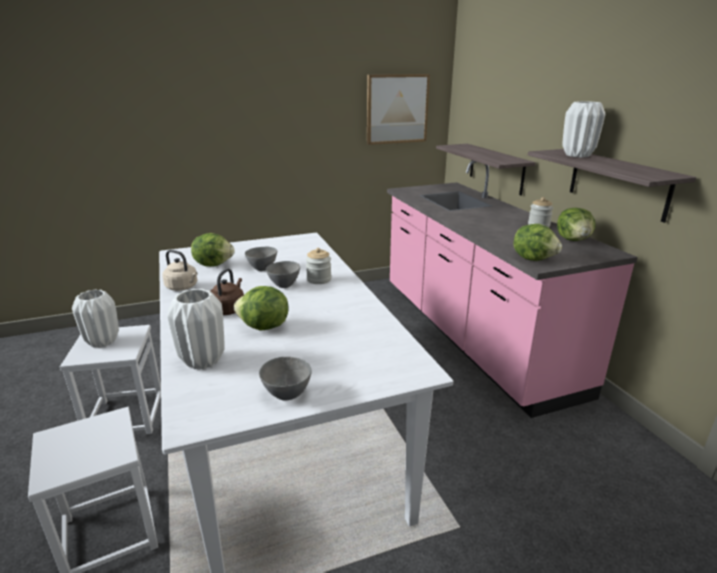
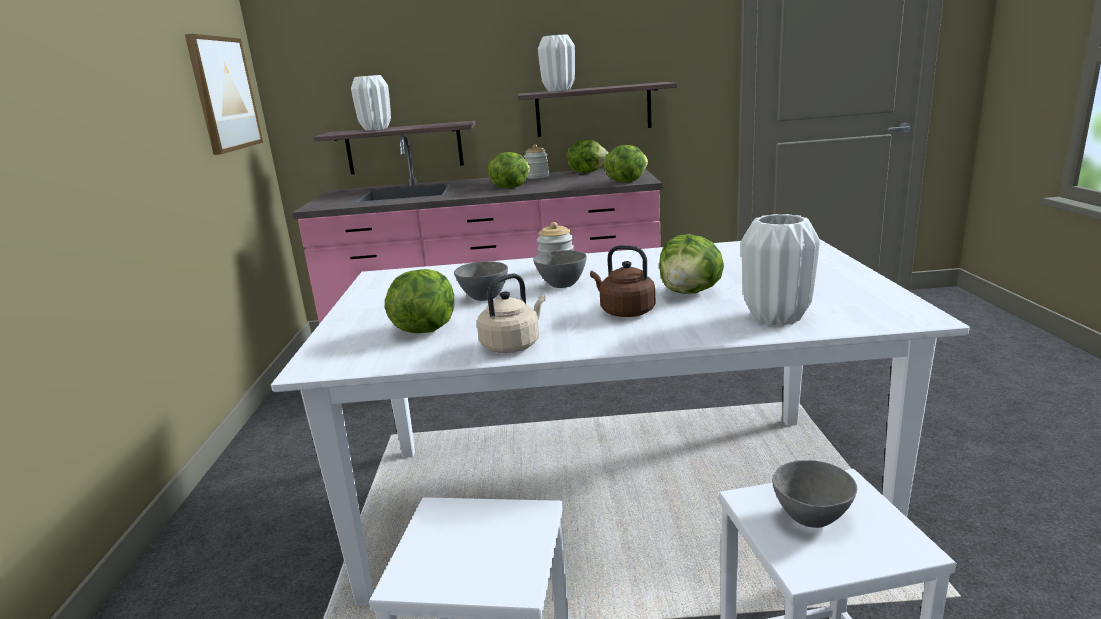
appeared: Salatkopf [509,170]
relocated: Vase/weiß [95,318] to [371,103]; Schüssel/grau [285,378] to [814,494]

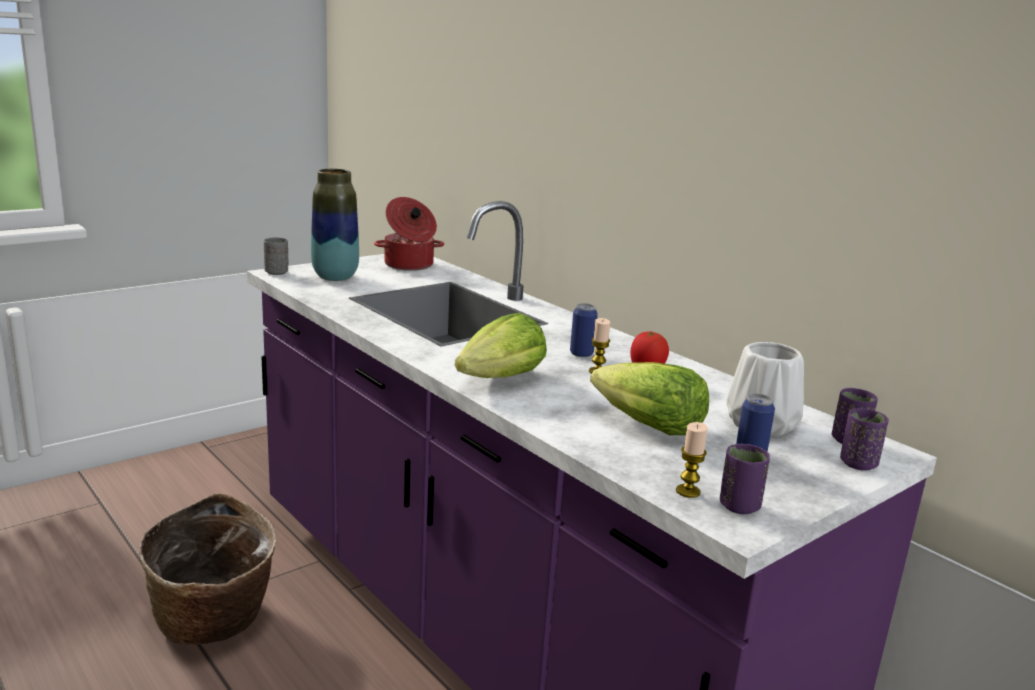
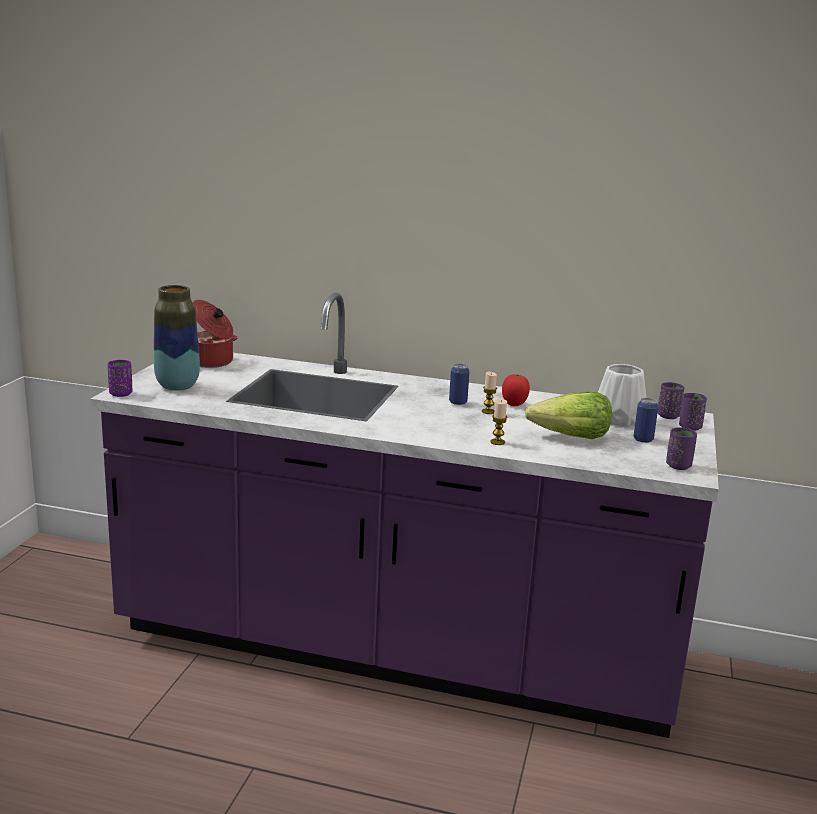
missing: Korb [207,569]; Salatkopf [501,345]
relocated: Kerze [692,460] to [498,422]
colour: Tasse/grau [276,256] to Tasse/lila [120,378]

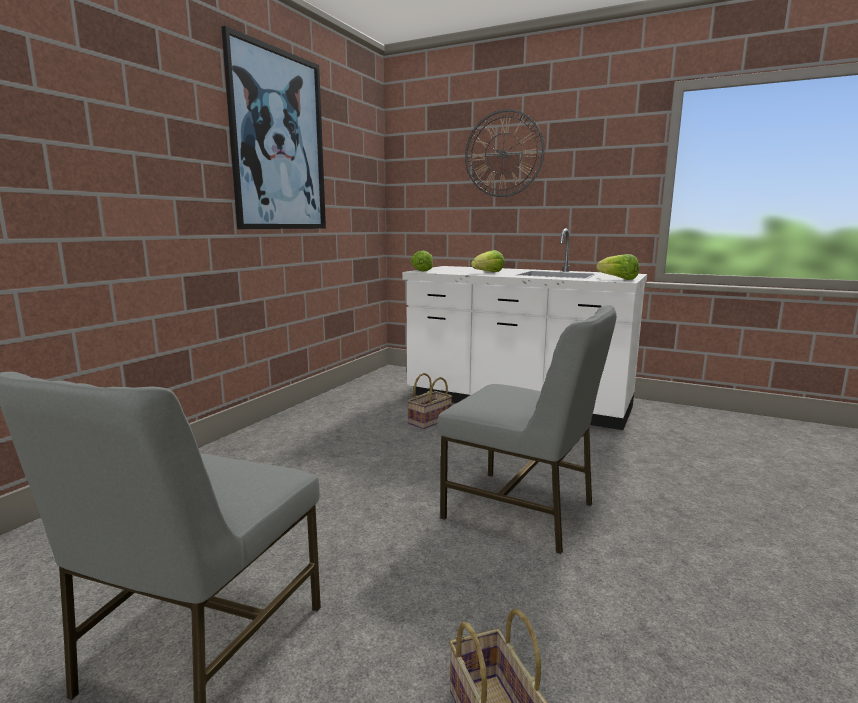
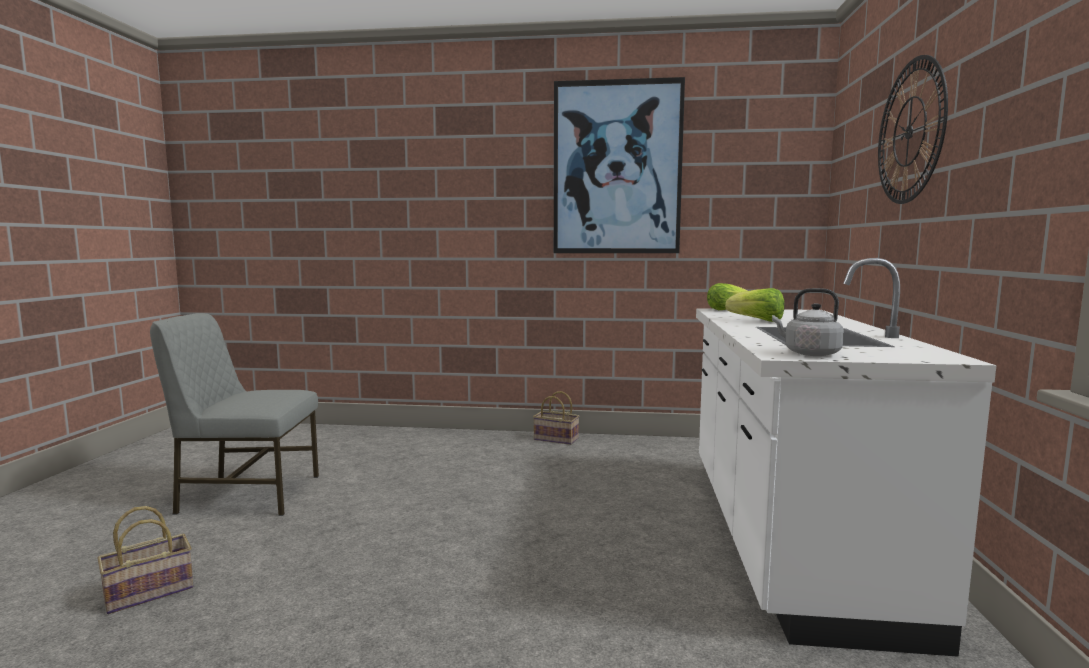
missing: Stuhl/grau [526,429]
relocated: Korb [429,401] to [556,418]
exchanged: Salatkopf [617,267] to Wasserkessel/grau [808,322]

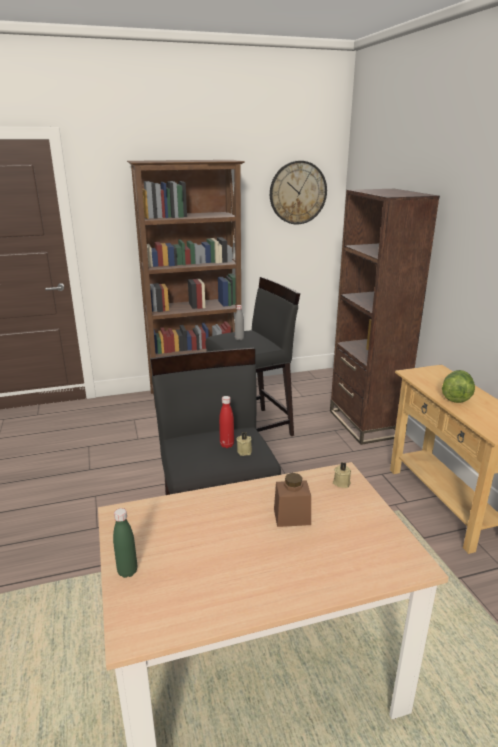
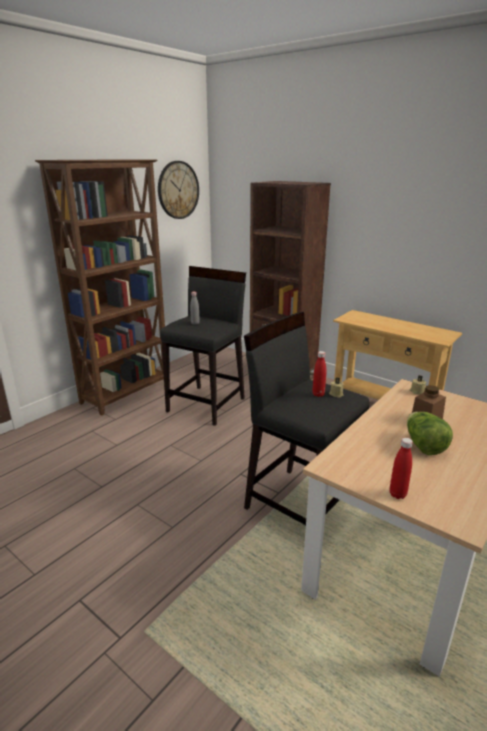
relocated: Salatkopf [458,386] to [430,433]
colour: Flasche/grün [125,543] to Flasche/rot [401,468]

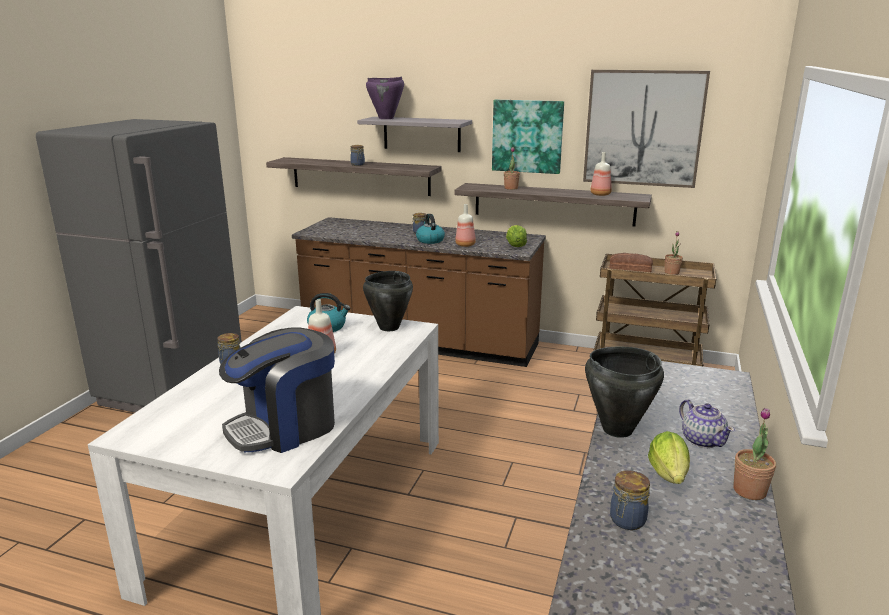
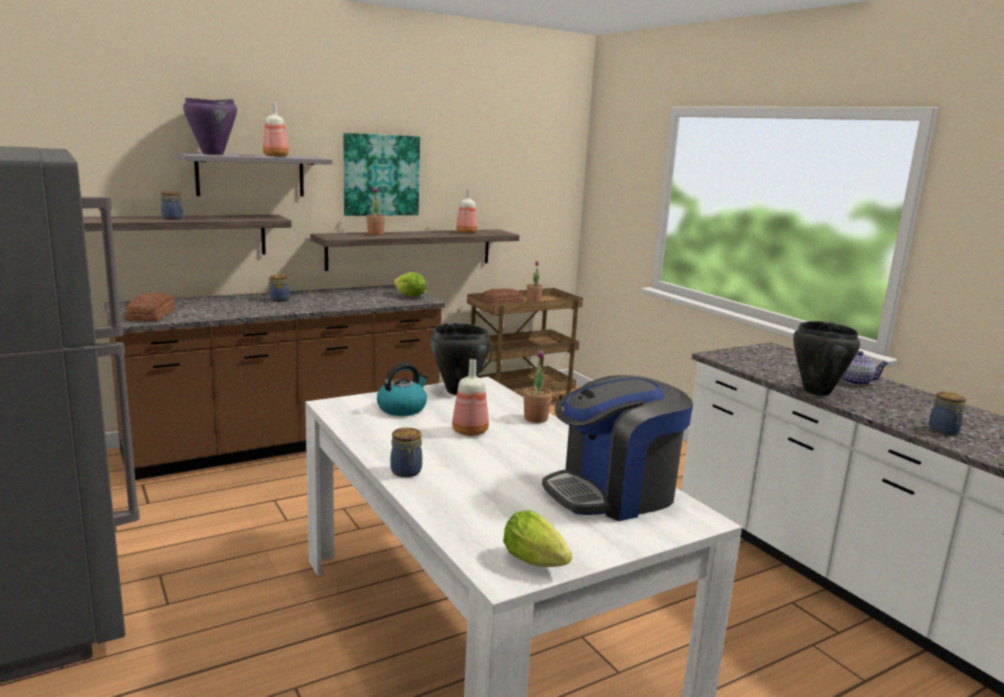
missing: Wasserkessel [430,229]; Bild [646,129]
appeared: Brot [150,307]
relocated: Flasche [465,225] to [276,129]; Salatkopf [669,457] to [537,538]; Topfpflanze [754,454] to [537,386]
spun: Kaffeemaschine [277,390] = [617,448] 60 degrees clockwise

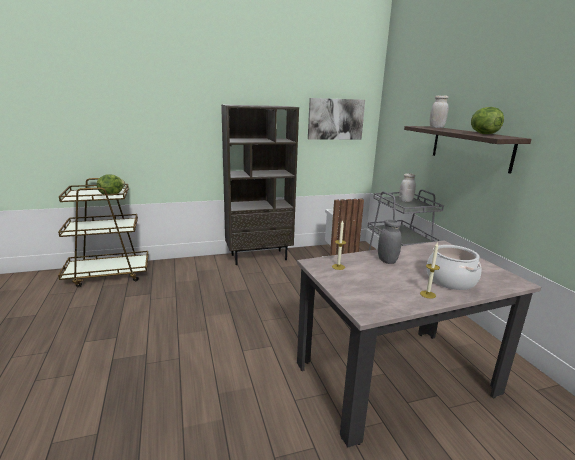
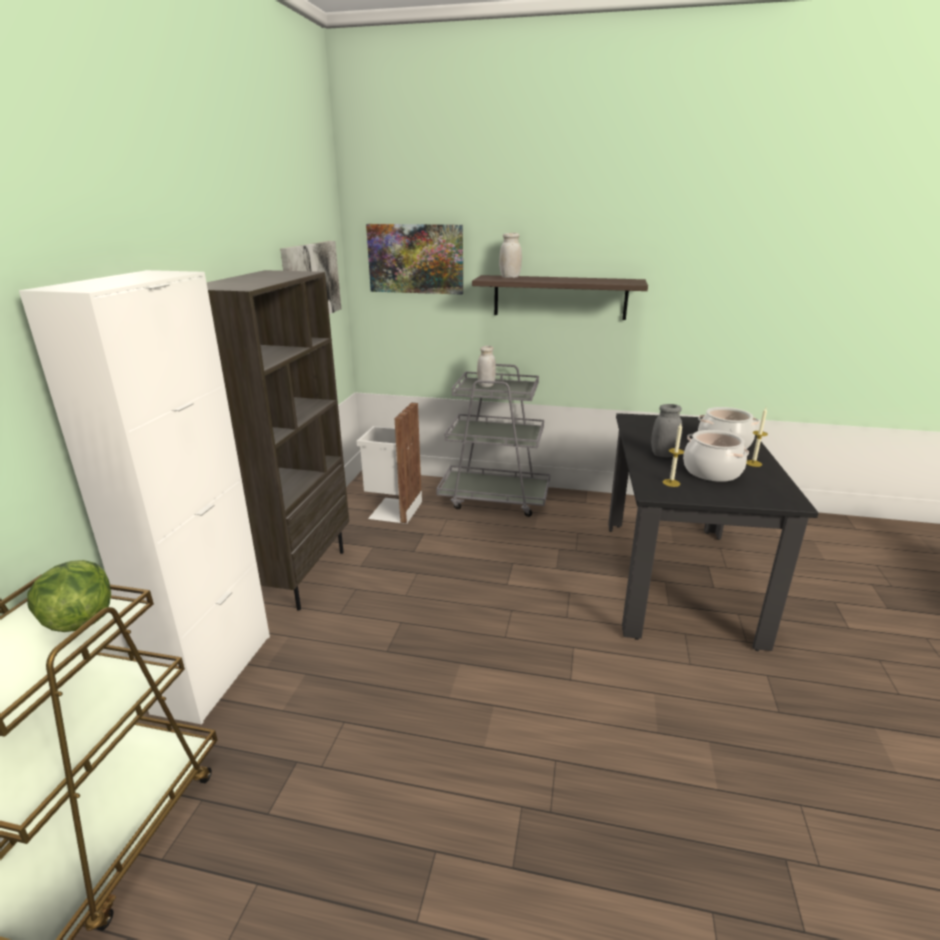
missing: Salatkopf [487,120]
appeared: Schrank/weiß [144,497]; Bild [414,259]; Kochtopf [716,456]
colour: Esstisch/beige [419,344] to Esstisch/schwarz [713,532]

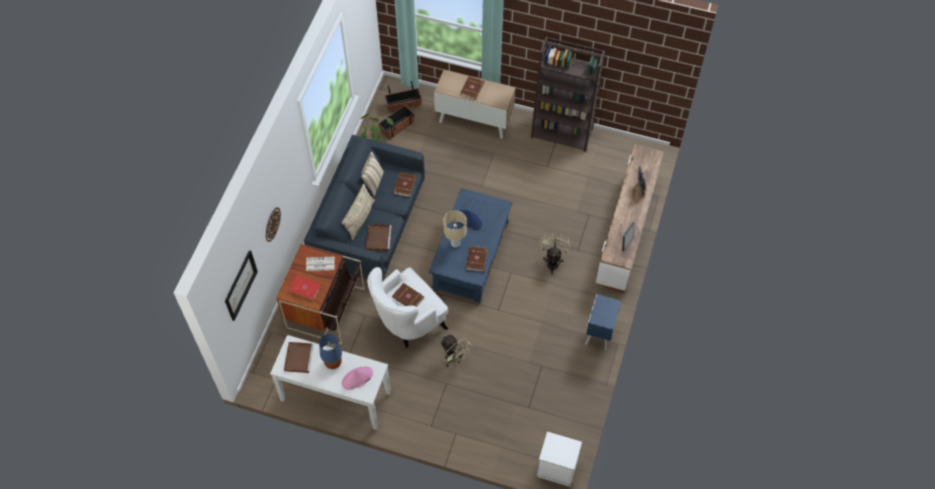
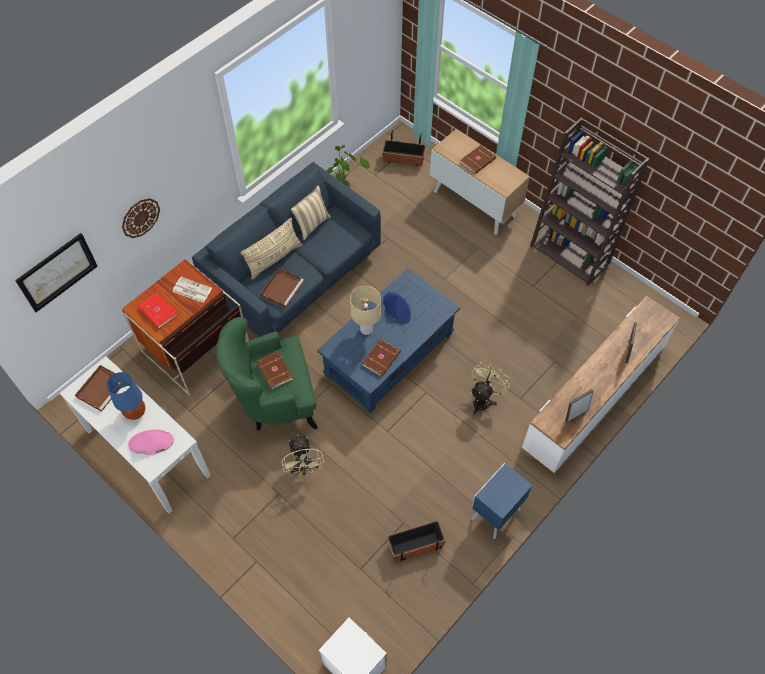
missing: Buch/braun [404,184]
relocated: Pflanzkübel [396,122] to [416,541]
colour: Sessel/weiß [408,307] to Sessel/grün [267,374]

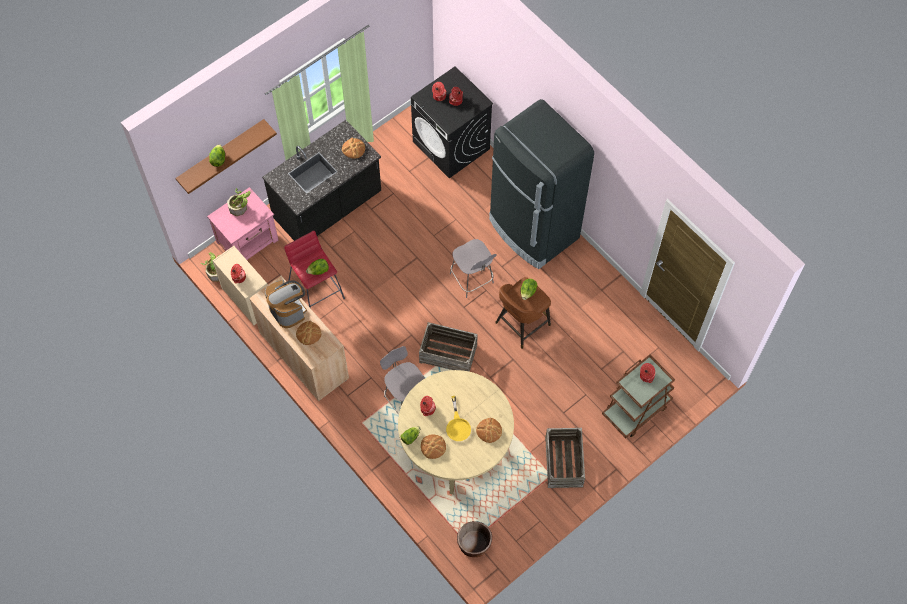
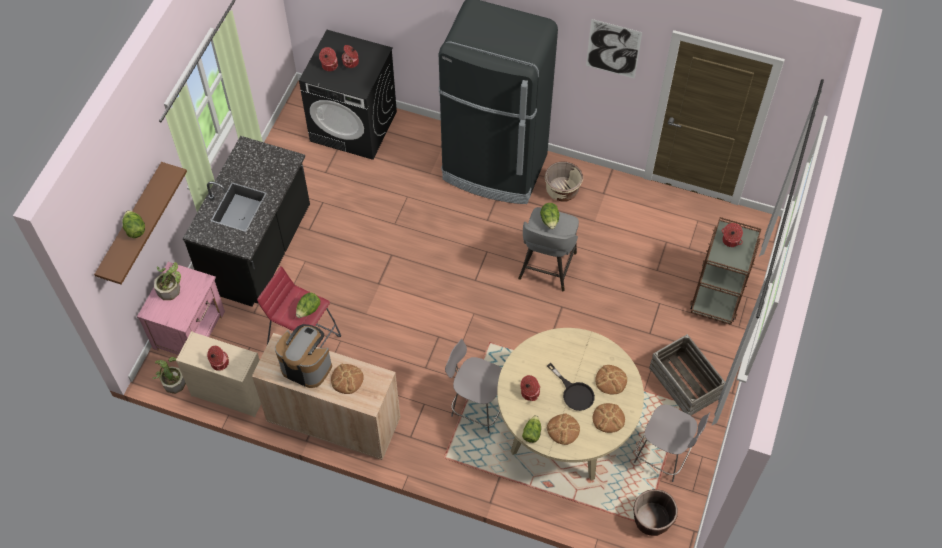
missing: Kiste [448,347]
appeared: Pflanzkübel/beige [564,181]; Bild [614,49]
relocated: Brot [353,148] to [609,418]; Stuhl/grau [473,268] to [672,443]
colour: Pfanne/gelb [458,418] to Pfanne/schwarz [571,387]; Hocker/braun [523,313] to Hocker/grau [548,249]

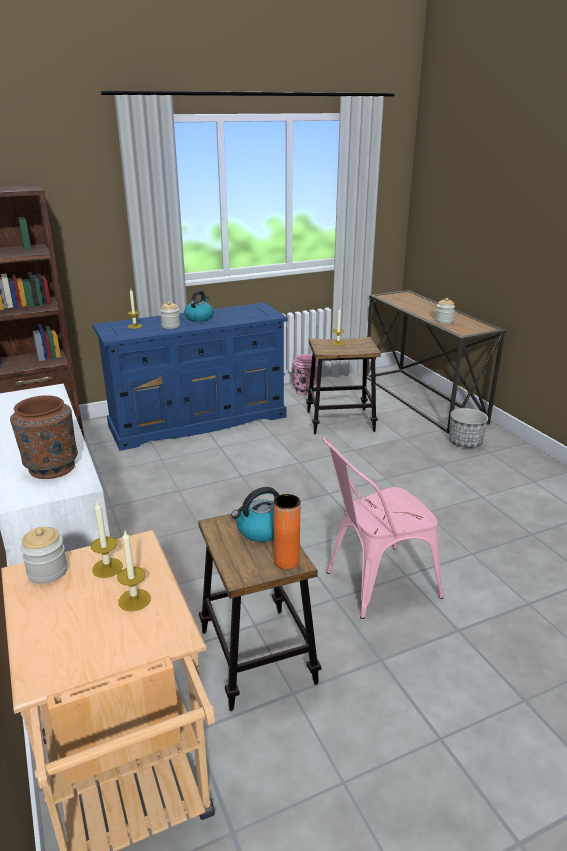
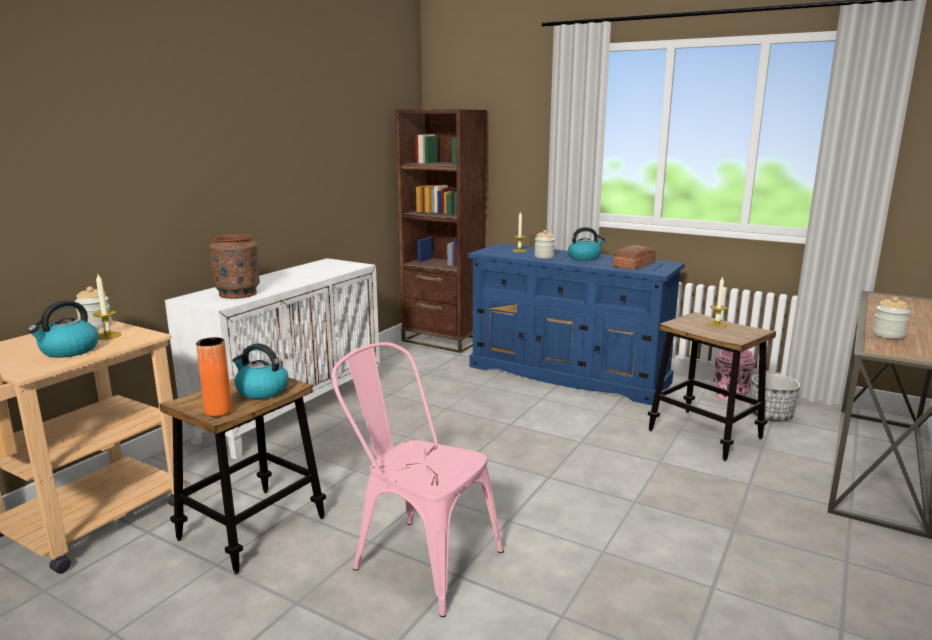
appeared: Brot [634,257]
relocated: Pflanzkübel [468,428] to [775,397]
exchanged: Kerze [134,571] to Wasserkessel [63,329]

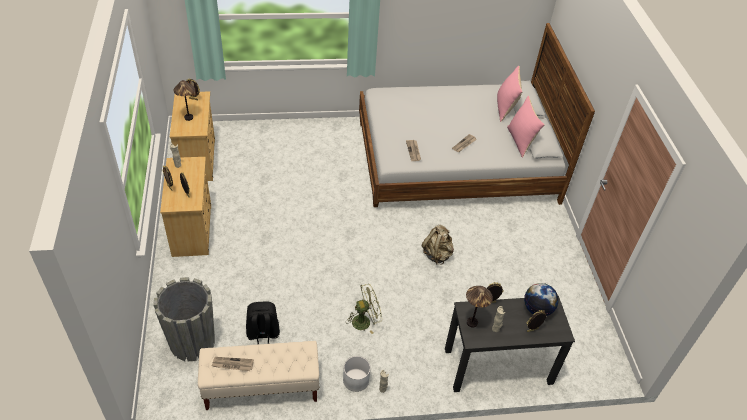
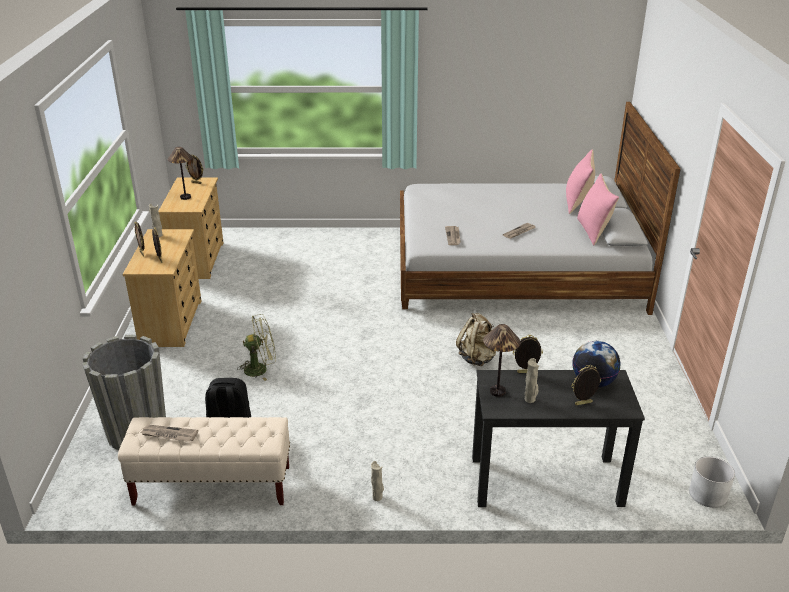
relocated: Pflanzkübel/weiß [357,374] to [712,482]; Ventilator/grün [364,309] to [256,347]

